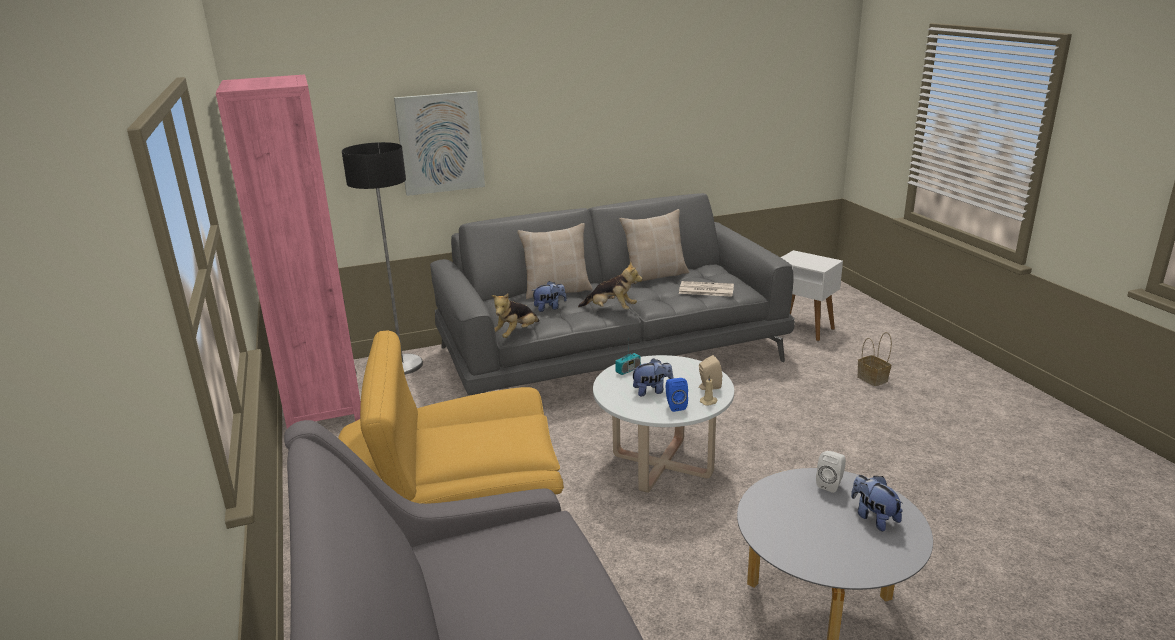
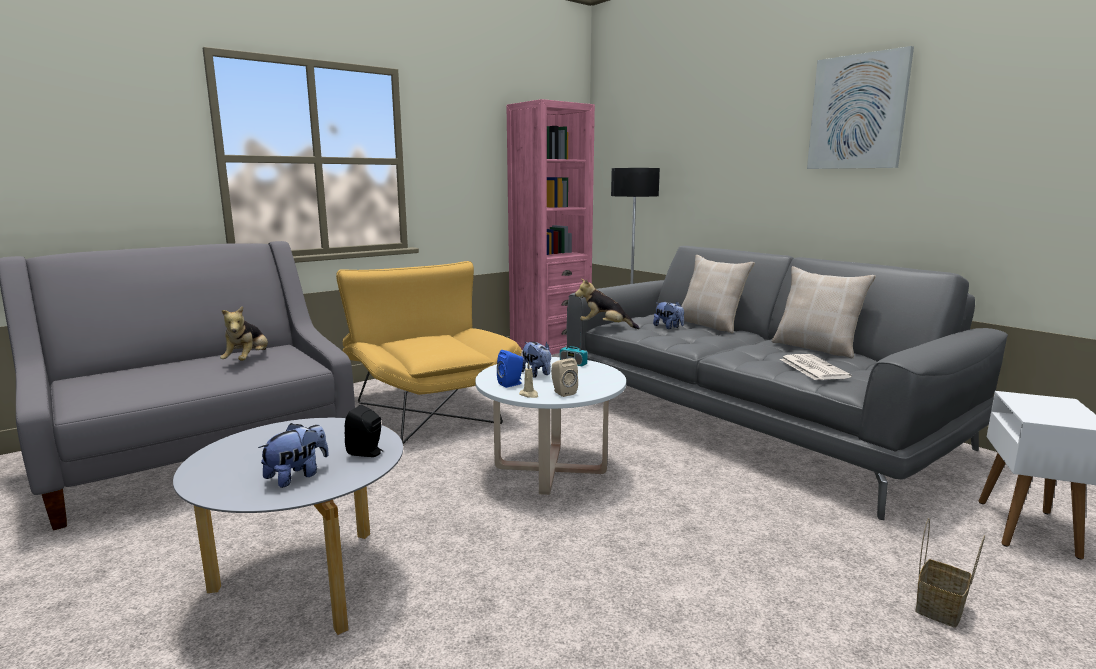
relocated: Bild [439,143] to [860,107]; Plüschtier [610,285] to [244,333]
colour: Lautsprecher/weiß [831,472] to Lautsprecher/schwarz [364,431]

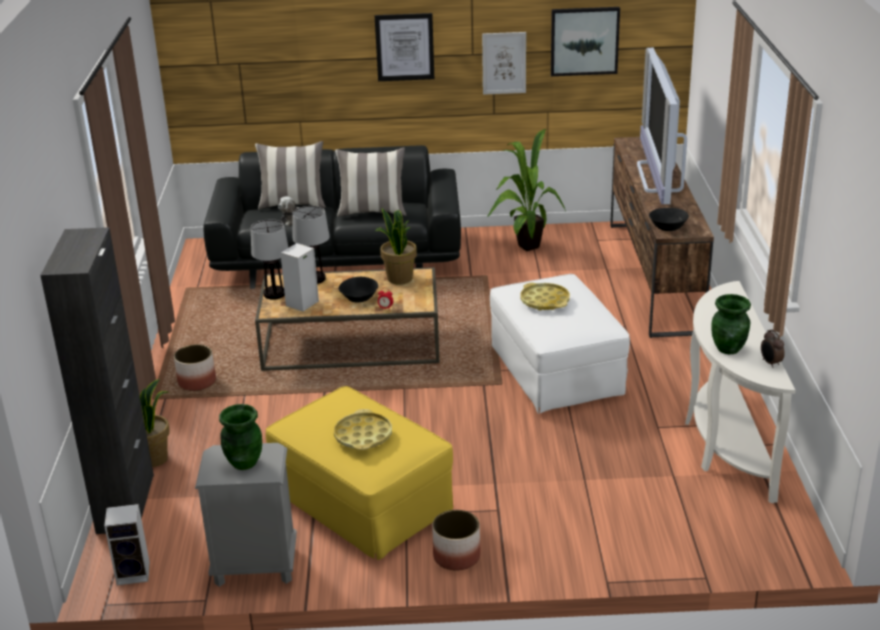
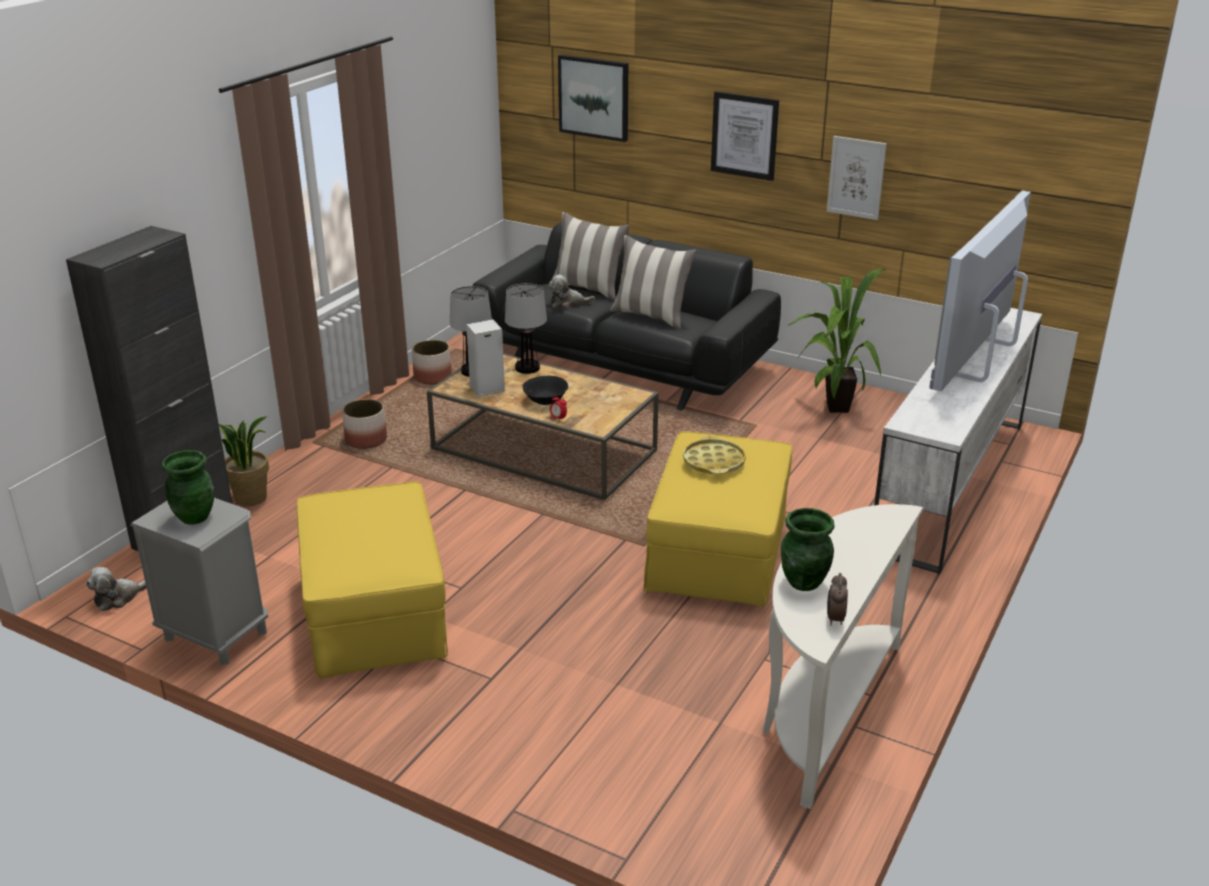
missing: Tablett/gelb [363,429]; Topfpflanze [395,246]; Schüssel/schwarz [669,219]
relocated: Pflanzkübel [456,540] to [432,362]; Bild [585,41] to [593,98]
exchanged: Lautsprecher [127,544] to Plüschtier [116,589]
colour: Polsterhocker/weiß [560,344] to Polsterhocker/gelb [717,519]; Fernsehschrank/braun [662,237] to Fernsehschrank/weiß [958,441]

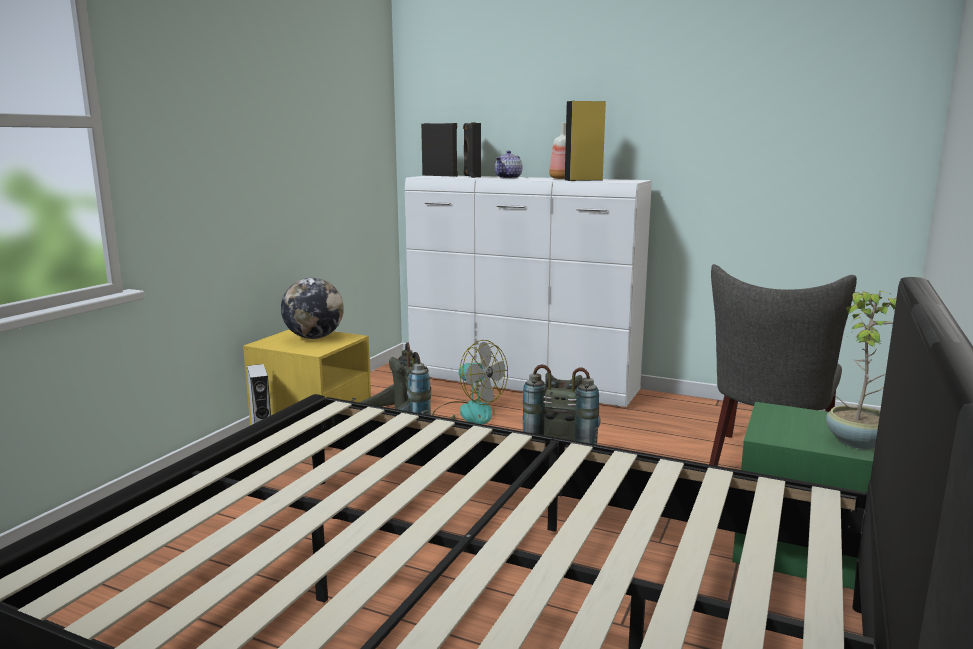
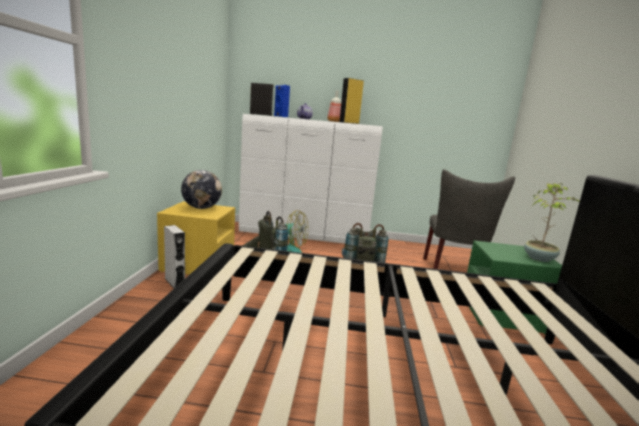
colour: Lautsprecher/schwarz [472,150] to Lautsprecher/blau [282,101]

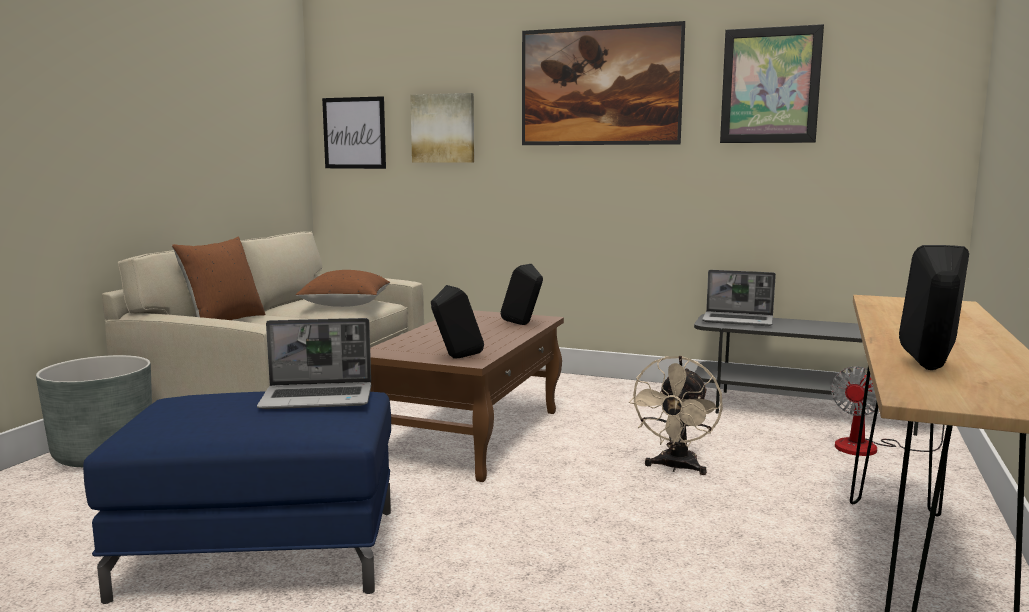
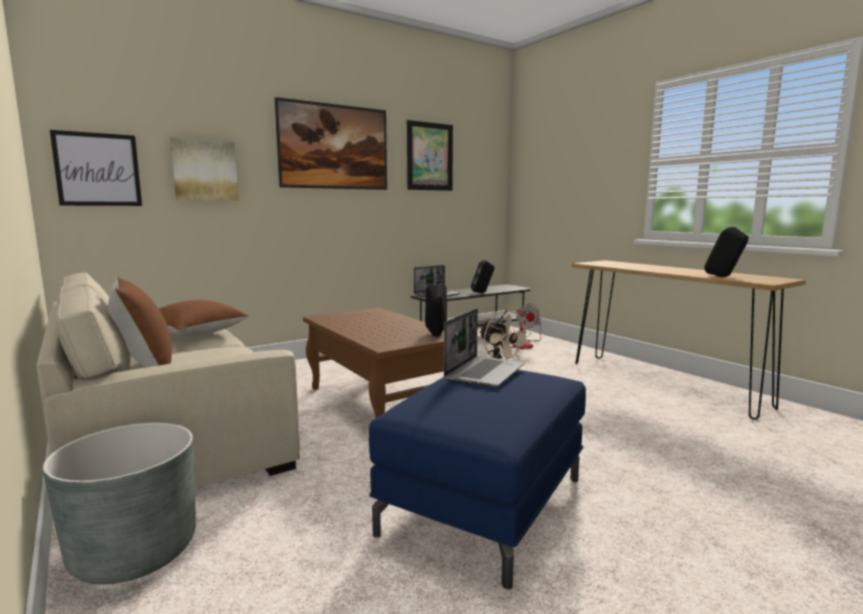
relocated: Lautsprecher/schwarz [521,294] to [482,276]

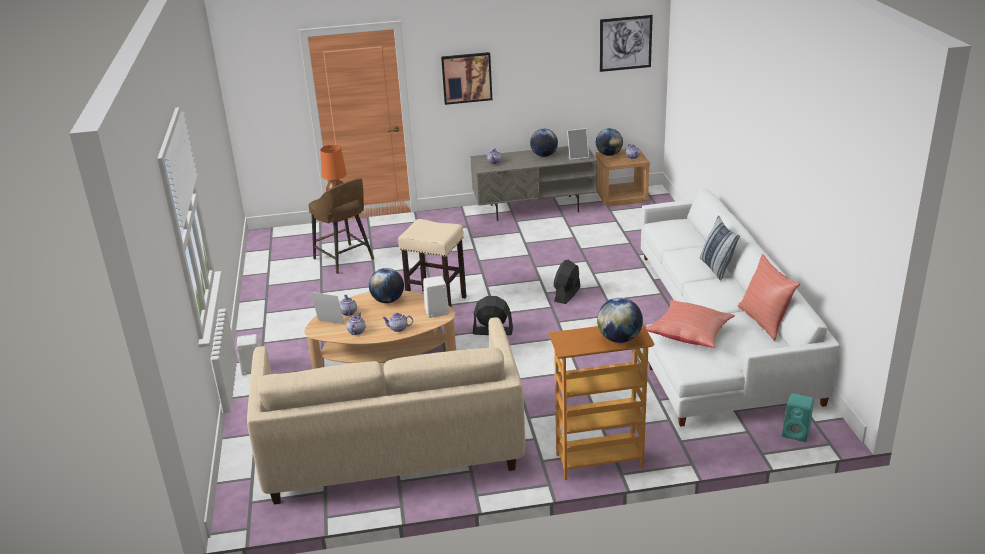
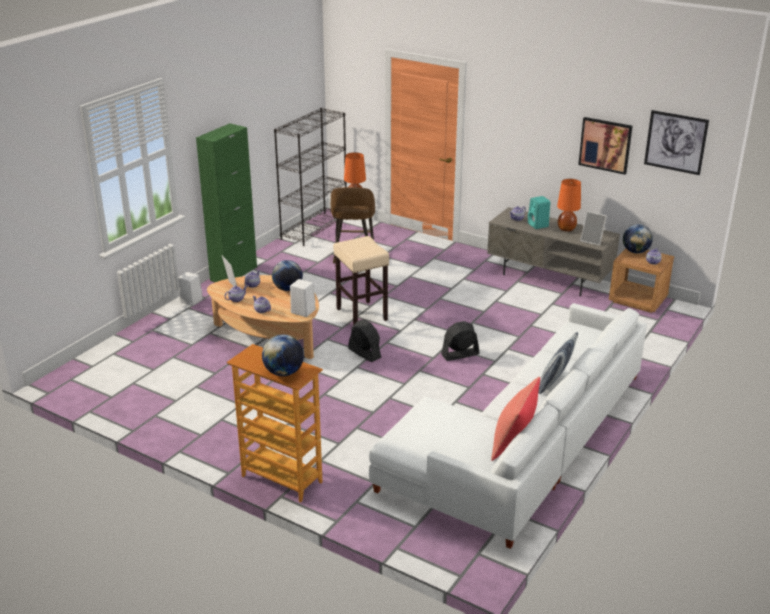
missing: Sofa/beige [386,411]; Kissen/rot [690,324]
appeared: Schrank/grün [226,202]; Bücherregal/schwarz [310,177]
relocated: Bild [466,78] to [605,146]; Lautsprecher/türkis [798,417] to [539,212]
exchanged: Globus [544,143] to Tischlampe/orange [569,205]

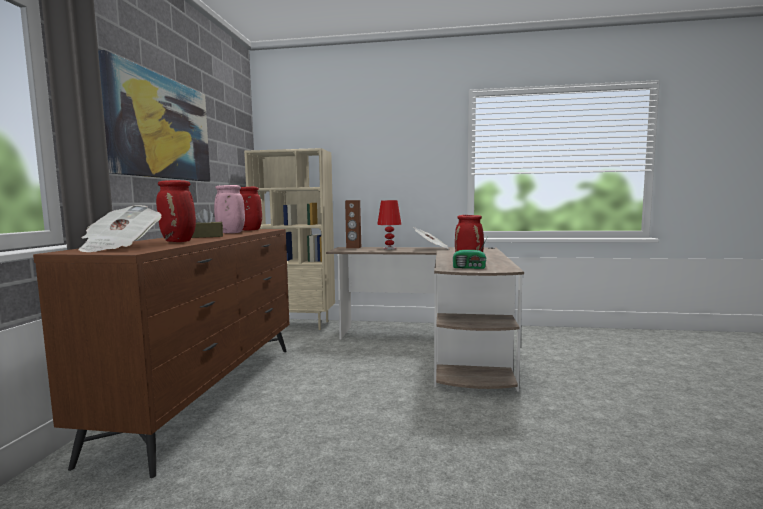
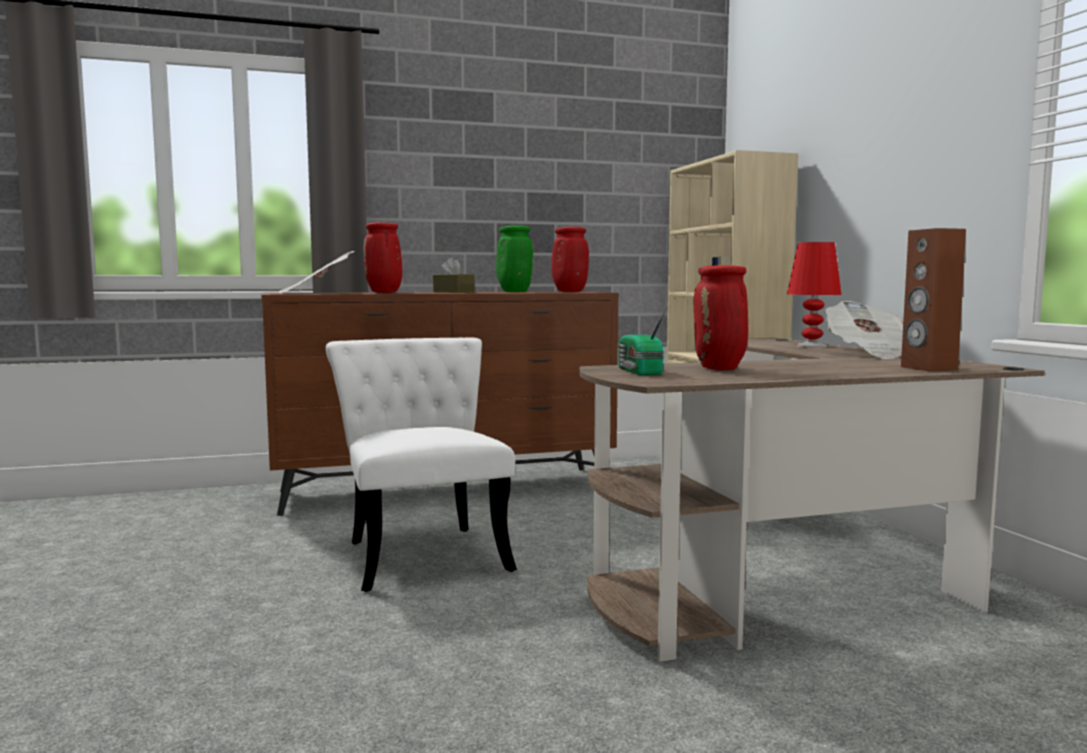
missing: Bild [154,116]
appeared: Stuhl/weiß [421,464]
relocated: Lautsprecher/braun [353,224] to [933,299]
colour: Vase/rosa [229,209] to Vase/grün [514,258]

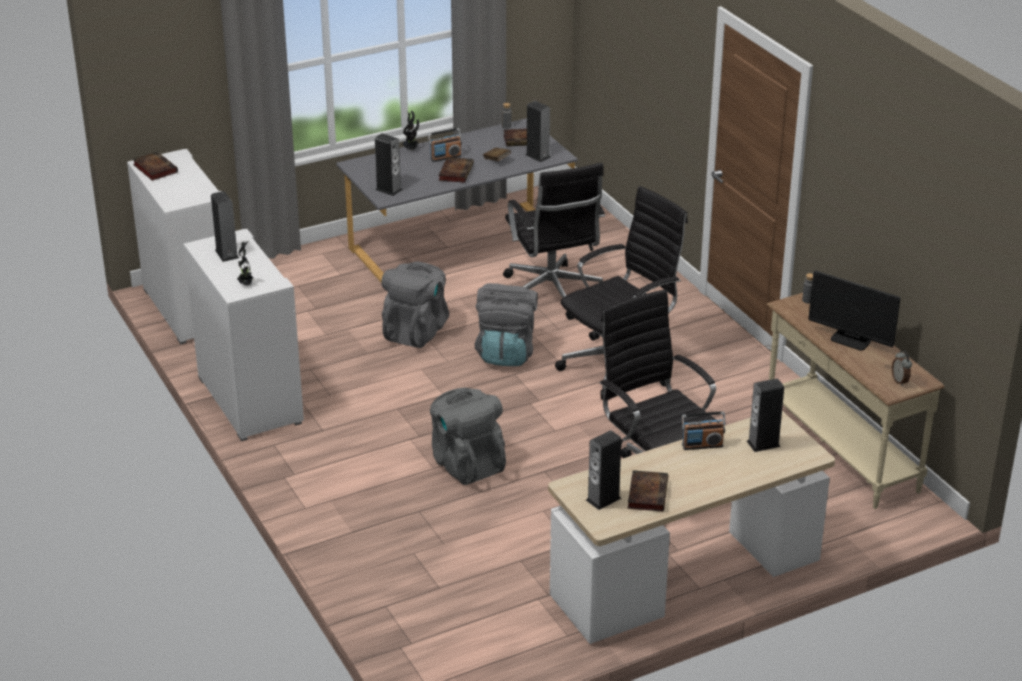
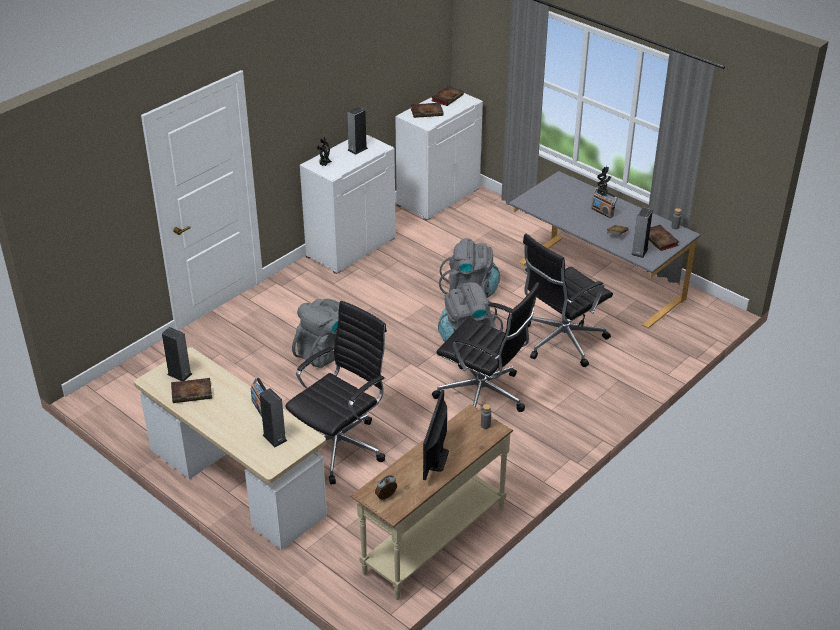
missing: Lautsprecher [388,164]
relocated: Buch [456,170] to [427,110]

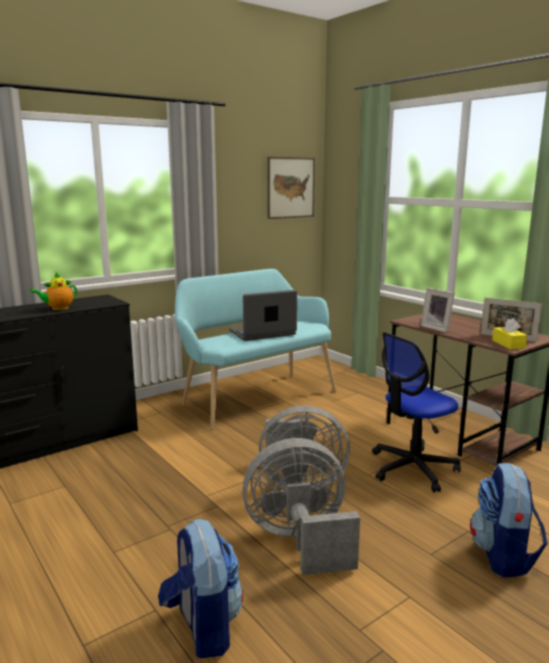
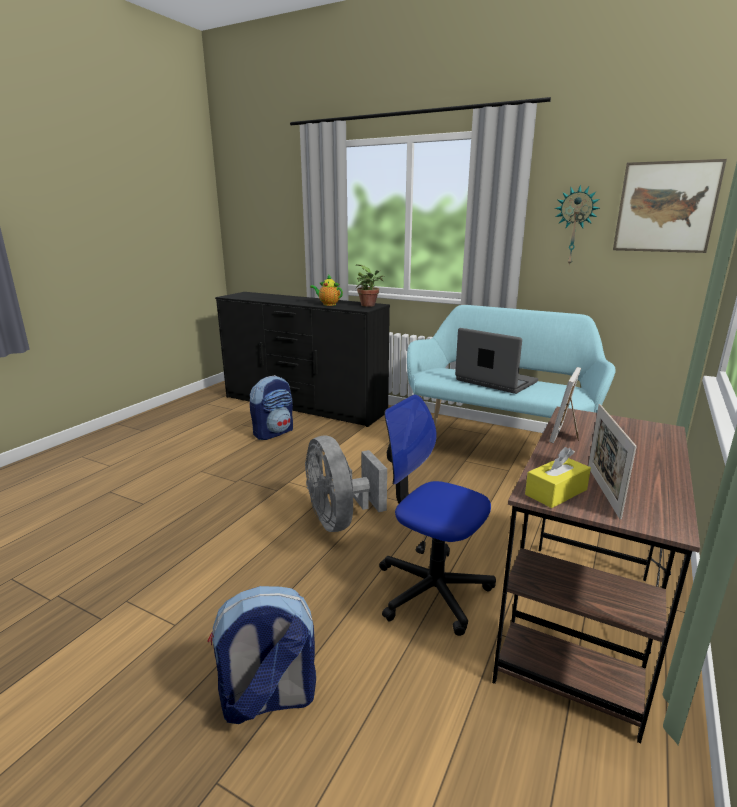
missing: Ventilator/grau [301,506]
appeared: Topfpflanze [370,285]; Wanduhr [577,225]
relocated: Rucksack [200,588] to [271,407]

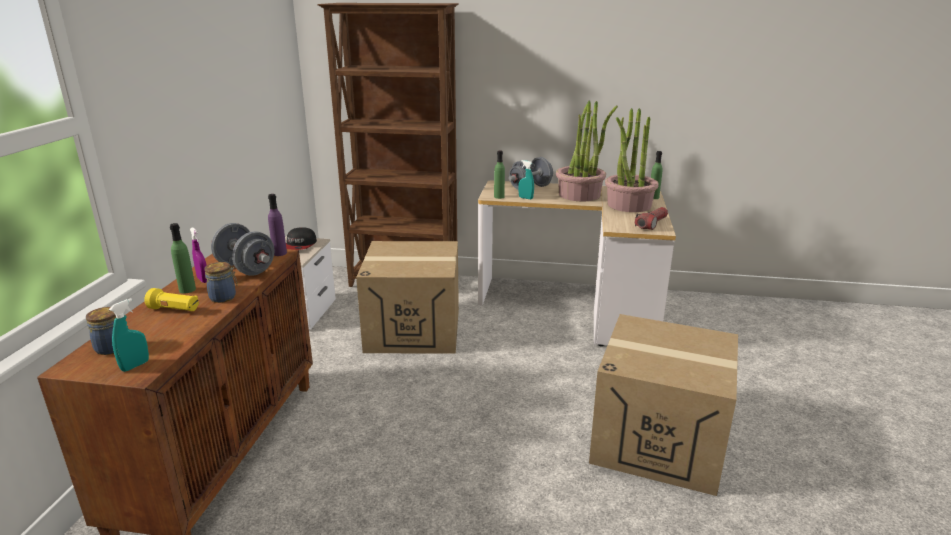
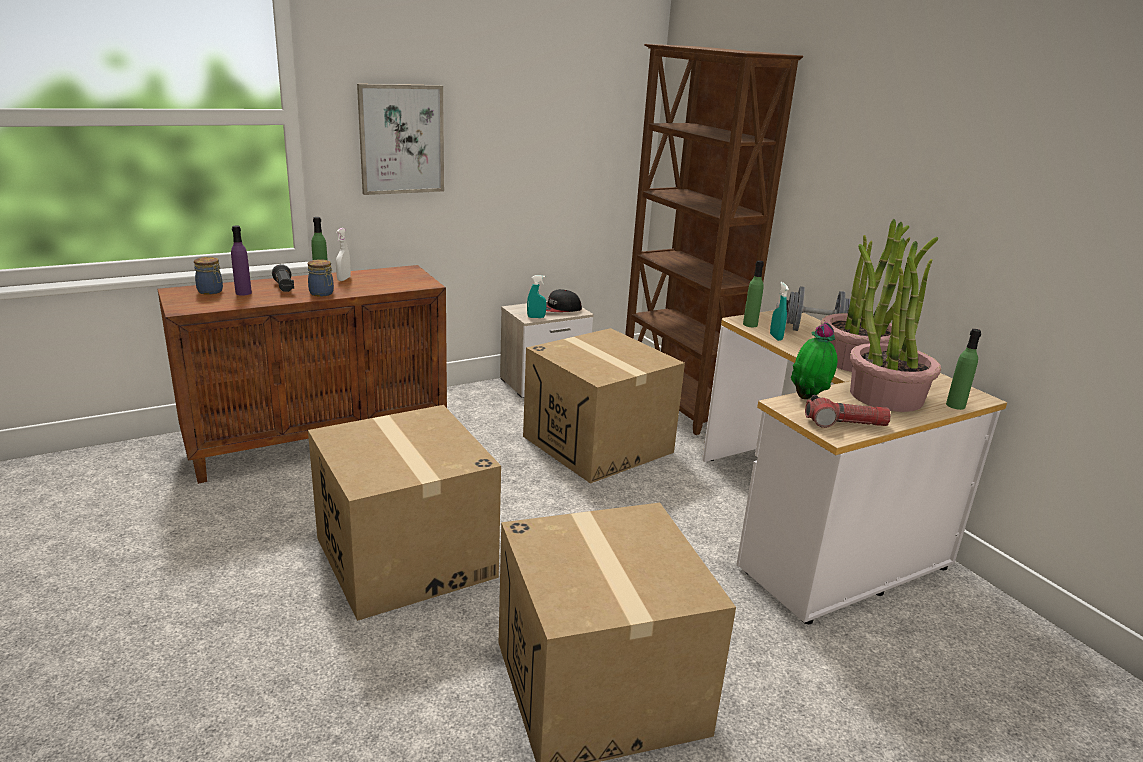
missing: Hantel/grau [242,249]
appeared: Karton [404,513]; Bild [400,139]; Topfpflanze [814,360]
relocated: Sprühflasche/türkis [129,335] to [537,296]; Flasche/lila [277,225] to [241,261]
colour: Taschenlampe/gelb [171,299] to Taschenlampe/schwarz [283,278]; Sprühflasche/lila [198,255] to Sprühflasche/weiß [343,254]

